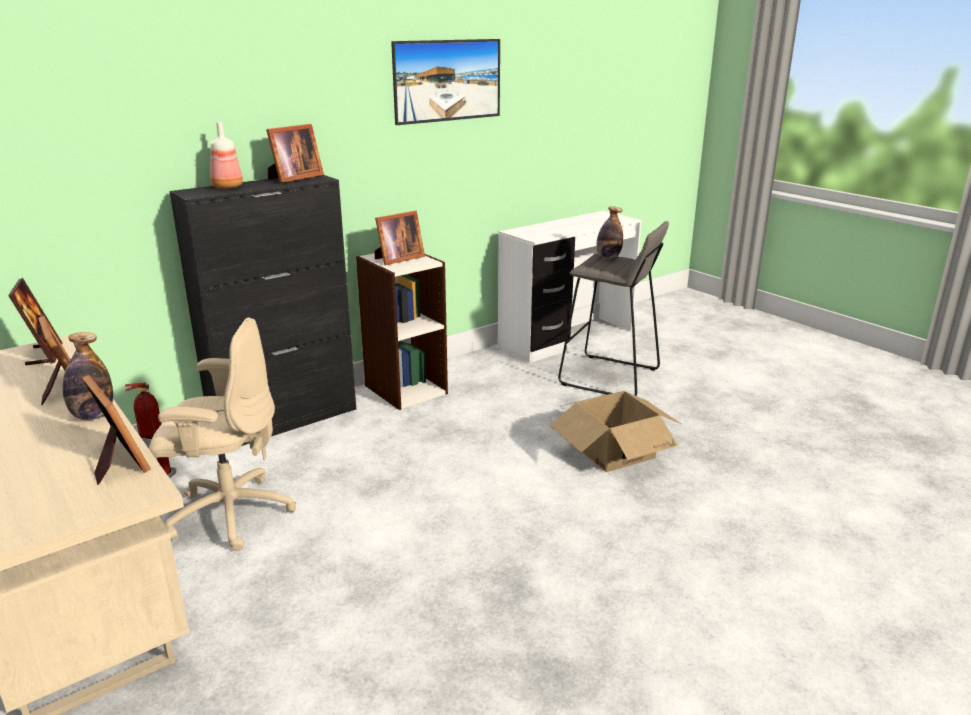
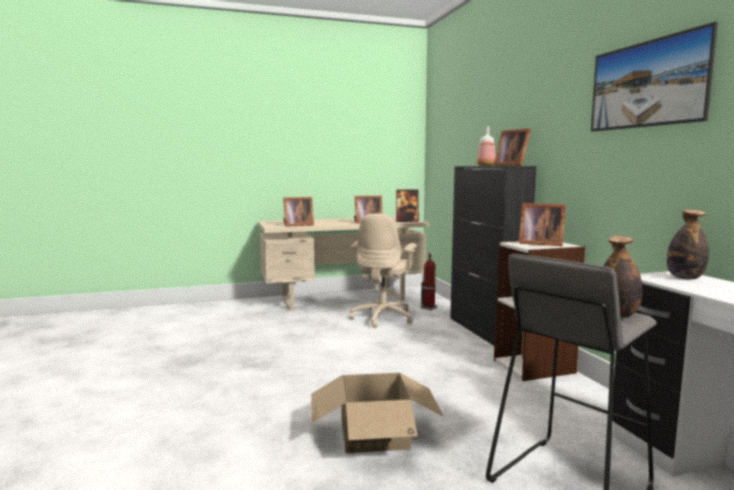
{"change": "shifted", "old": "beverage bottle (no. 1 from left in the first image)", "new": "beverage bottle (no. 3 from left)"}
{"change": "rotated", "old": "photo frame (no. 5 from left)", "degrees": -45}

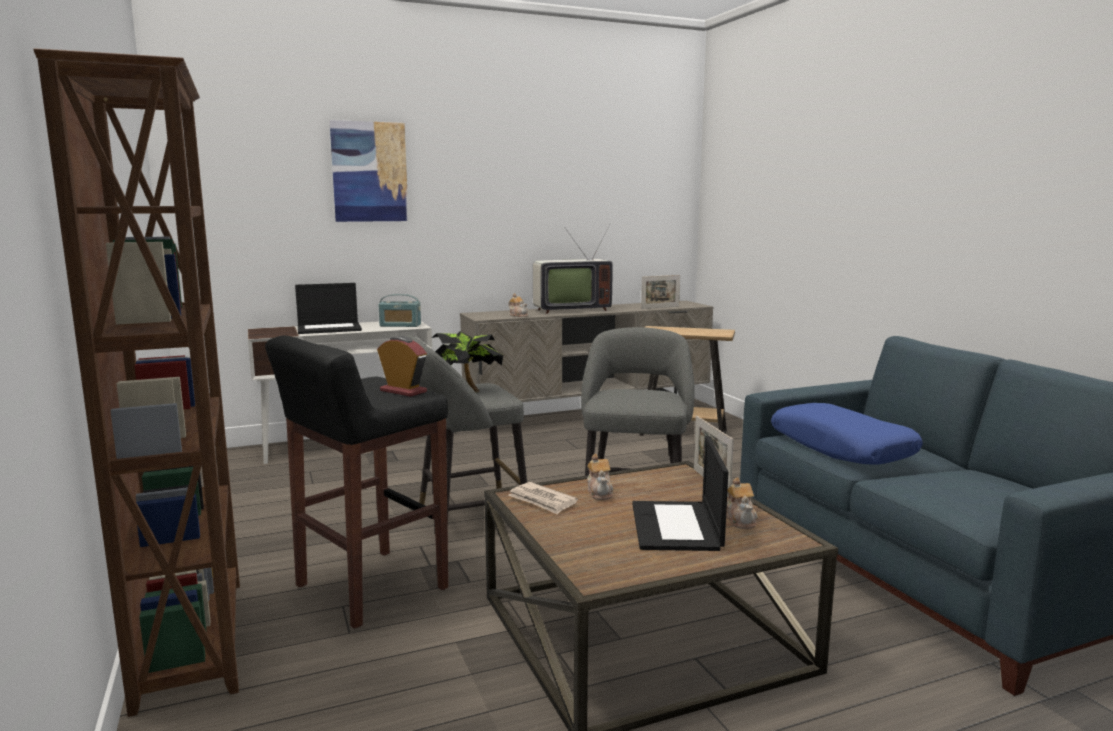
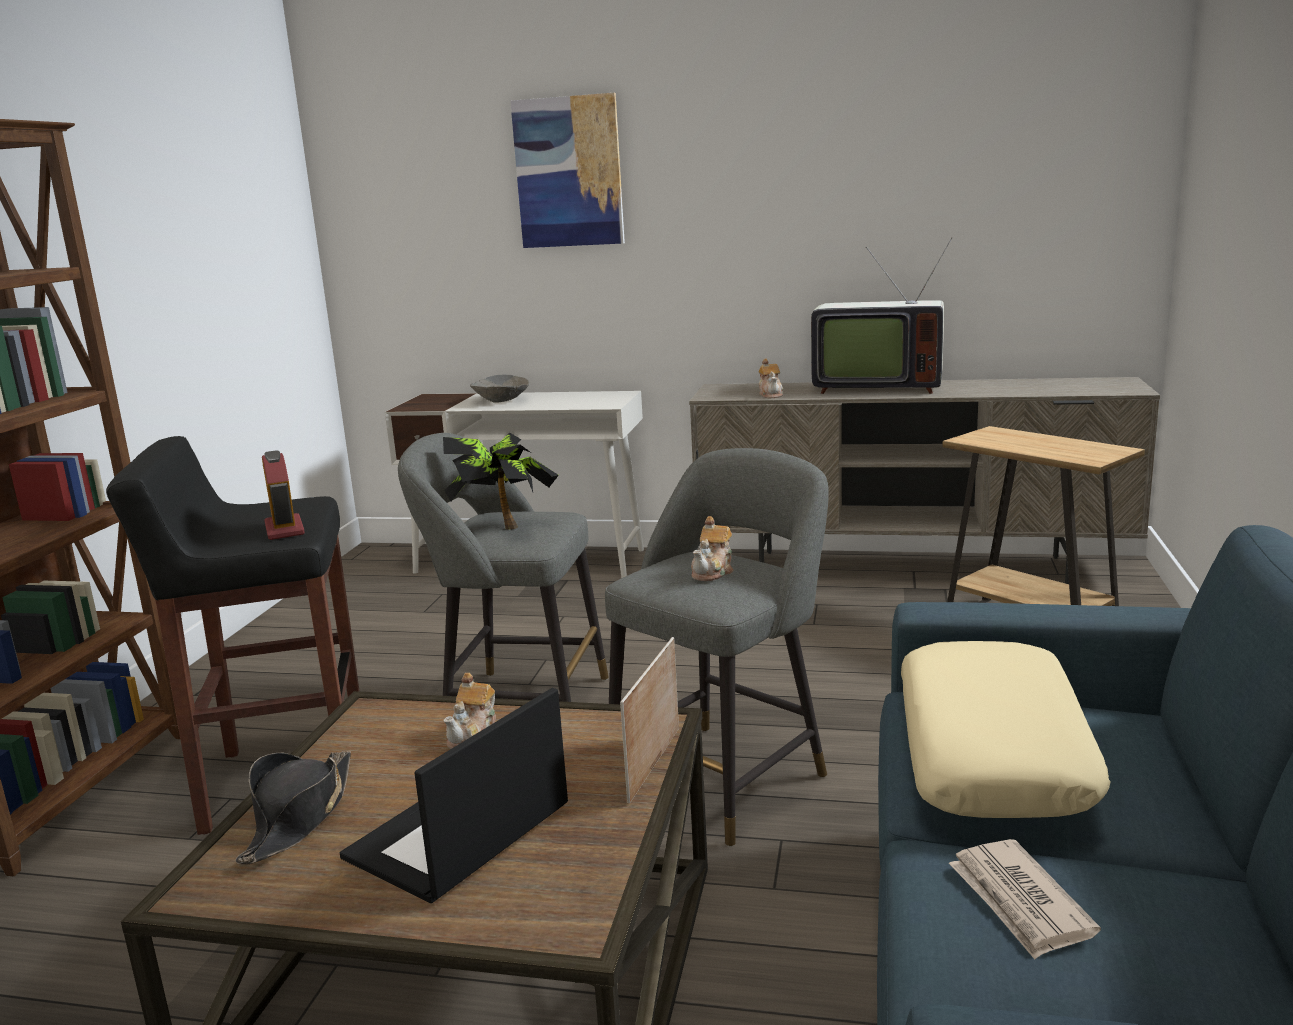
{"change": "swapped", "old": "portable computer (no. 1 from left)", "new": "bowl (gray)"}
{"change": "gone", "old": "radio set"}
{"change": "shifted", "old": "printed paper"}
{"change": "gone", "old": "photo frame (no. 1 from left)"}
{"change": "shifted", "old": "pot for tea (no. 3 from left in the first image)", "new": "pot for tea (no. 2 from left)"}
{"change": "repainted", "old": "throw pillow (blue)", "new": "throw pillow (beige-coloured)"}
{"change": "new", "new": "wearable hat (black-coloured)"}

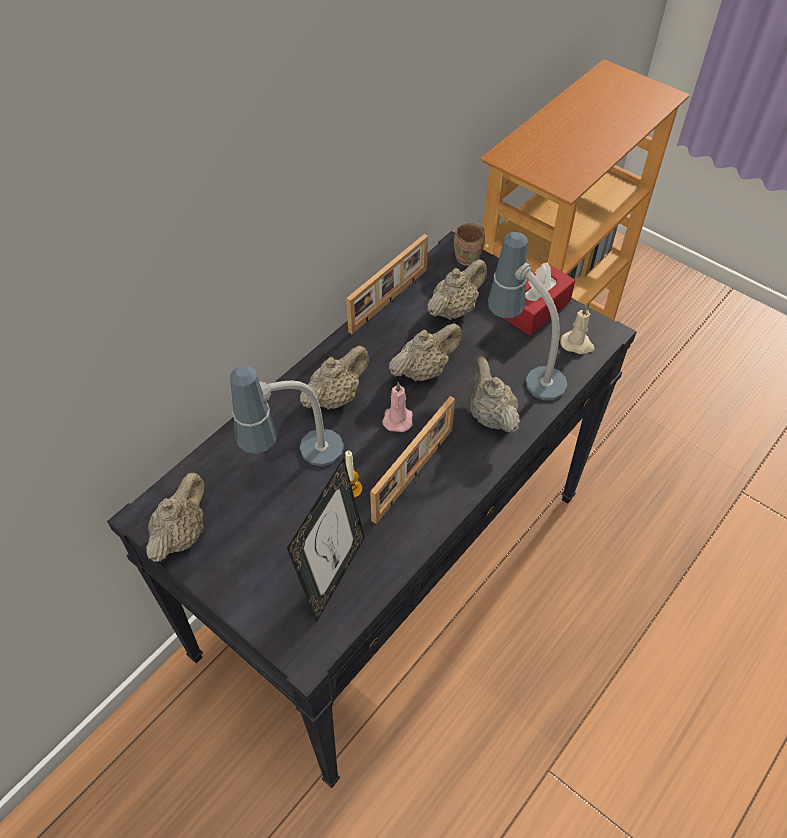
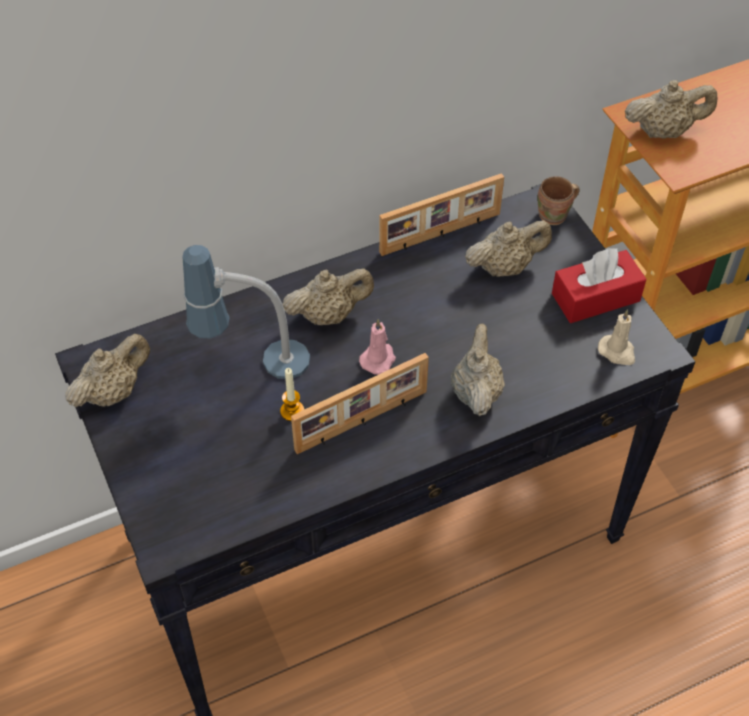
{"change": "gone", "old": "photo frame (no. 1 from left)"}
{"change": "shifted", "old": "pot for tea (beige-coloured) (no. 3 from left in the first image)", "new": "pot for tea (beige-coloured) (no. 5 from left)"}
{"change": "gone", "old": "table lamp (no. 2 from left)"}

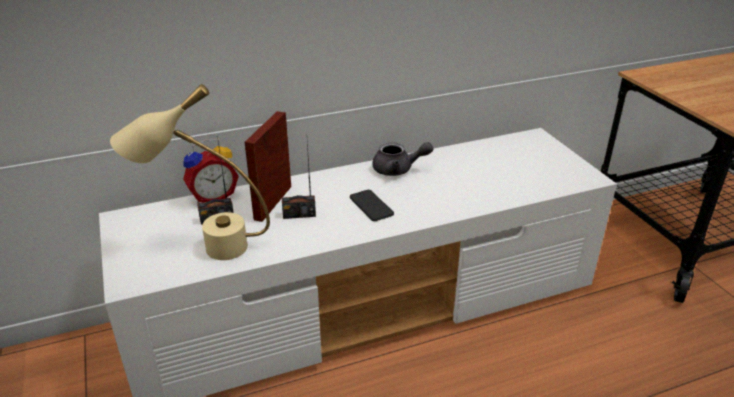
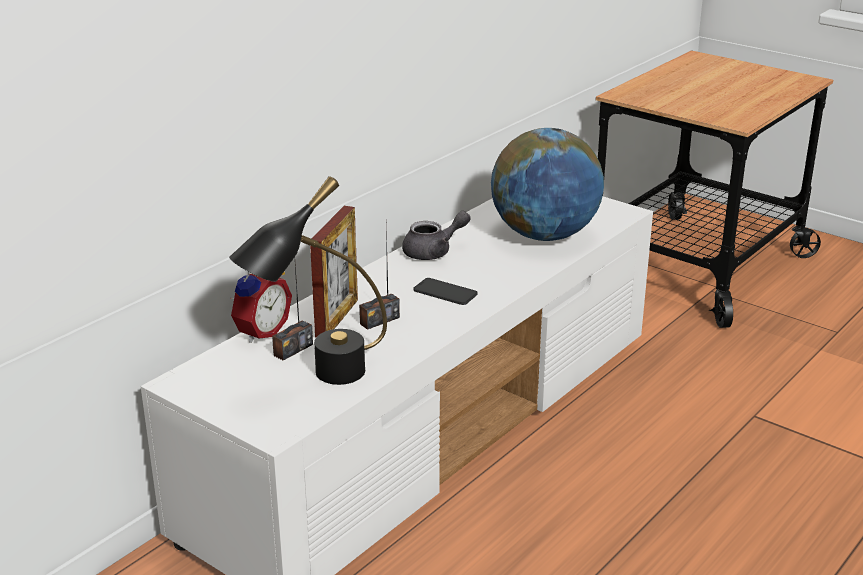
{"change": "repainted", "old": "table lamp (beige-coloured)", "new": "table lamp (black-coloured)"}
{"change": "rotated", "old": "photo frame", "degrees": -150}
{"change": "new", "new": "globe"}

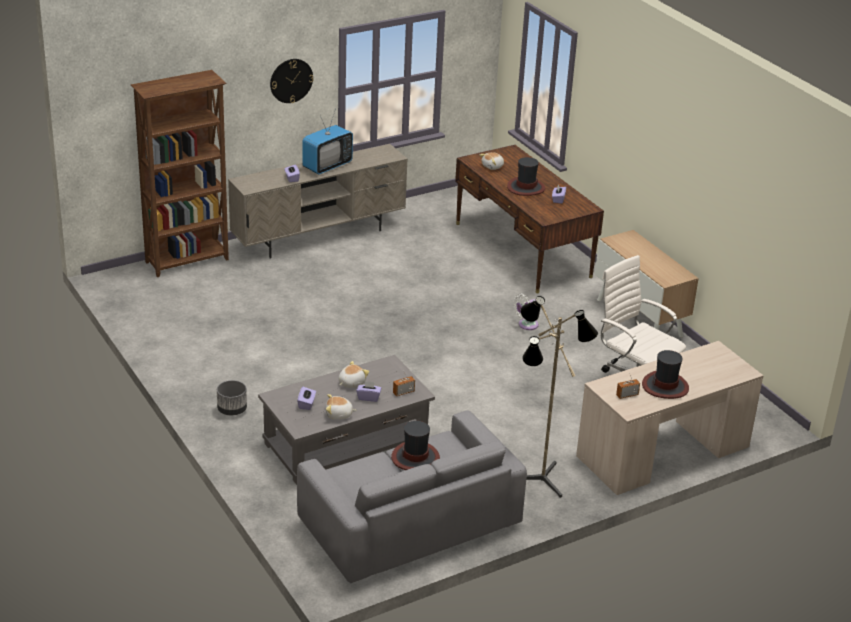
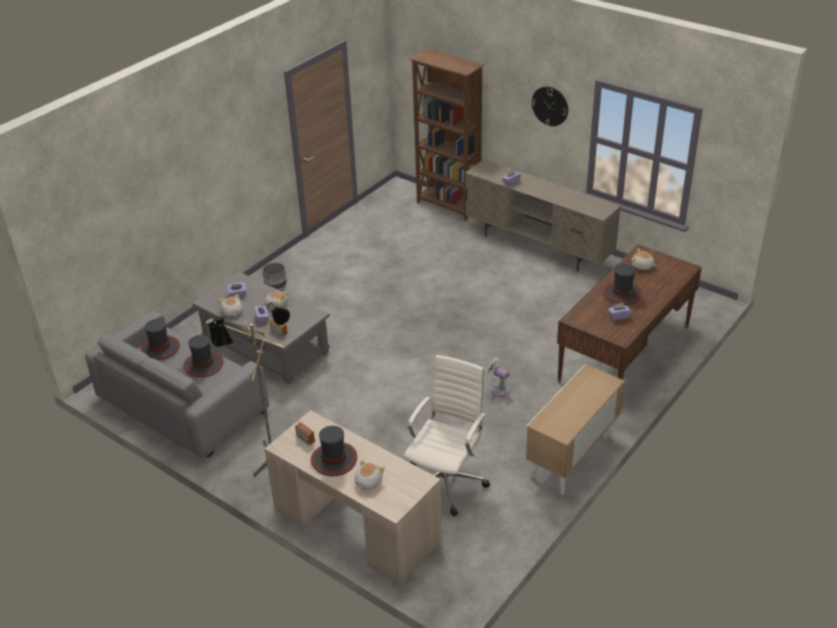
{"change": "gone", "old": "television"}
{"change": "new", "new": "wearable hat (no. 1 from left)"}
{"change": "new", "new": "cuddly toy (no. 3 from left)"}

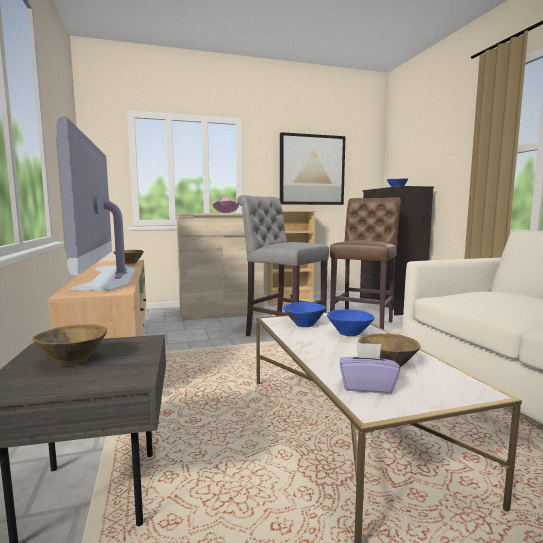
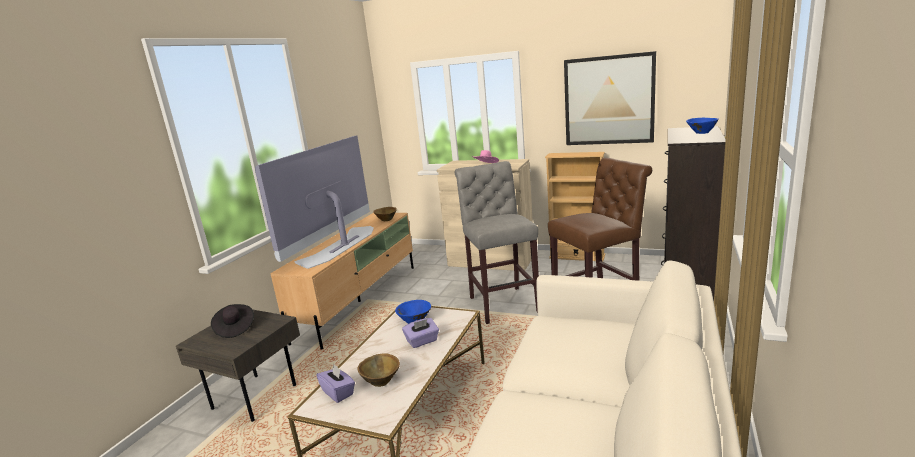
{"change": "swapped", "old": "bowl (brown-coloured) (no. 1 from left)", "new": "wearable hat (black-coloured)"}
{"change": "swapped", "old": "bowl (blue) (no. 2 from left)", "new": "tissue box (purplish) (no. 2 from left)"}

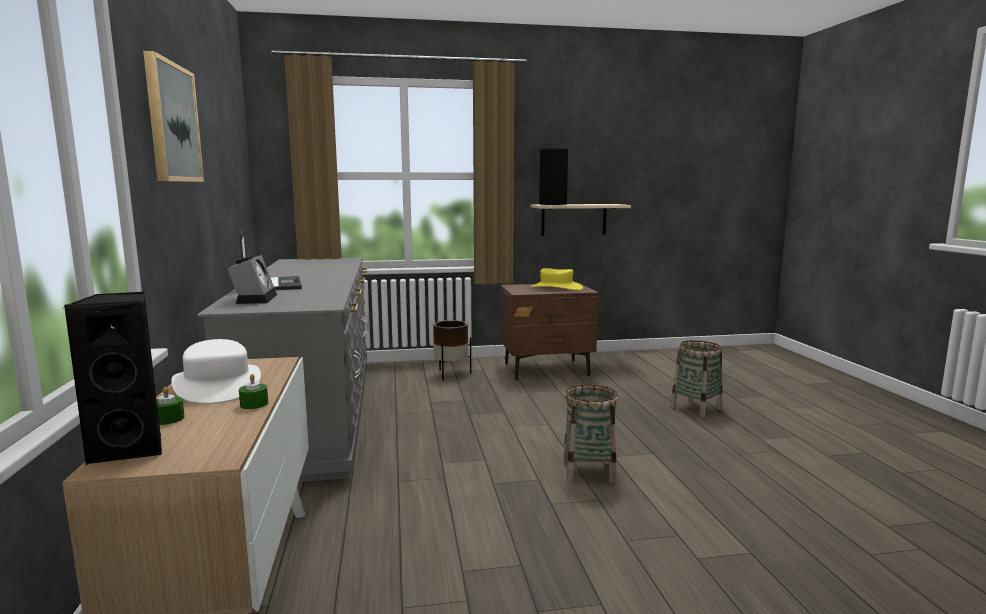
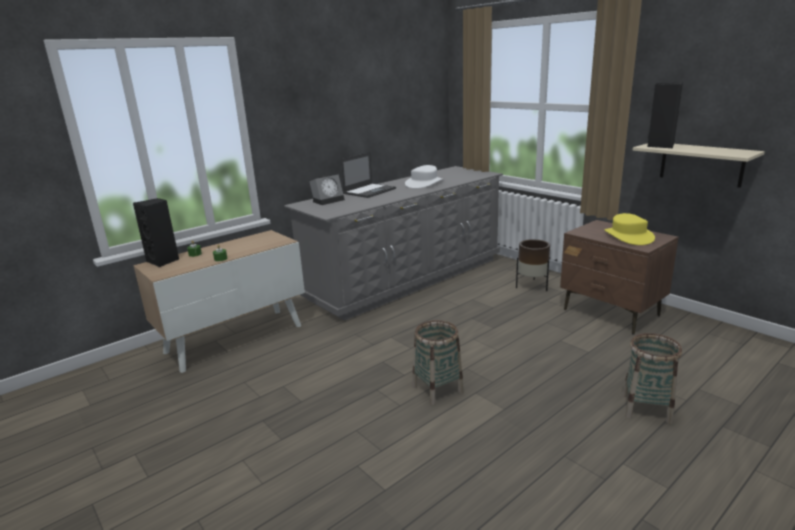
{"change": "gone", "old": "wall art"}
{"change": "shifted", "old": "wearable hat (whitish)"}

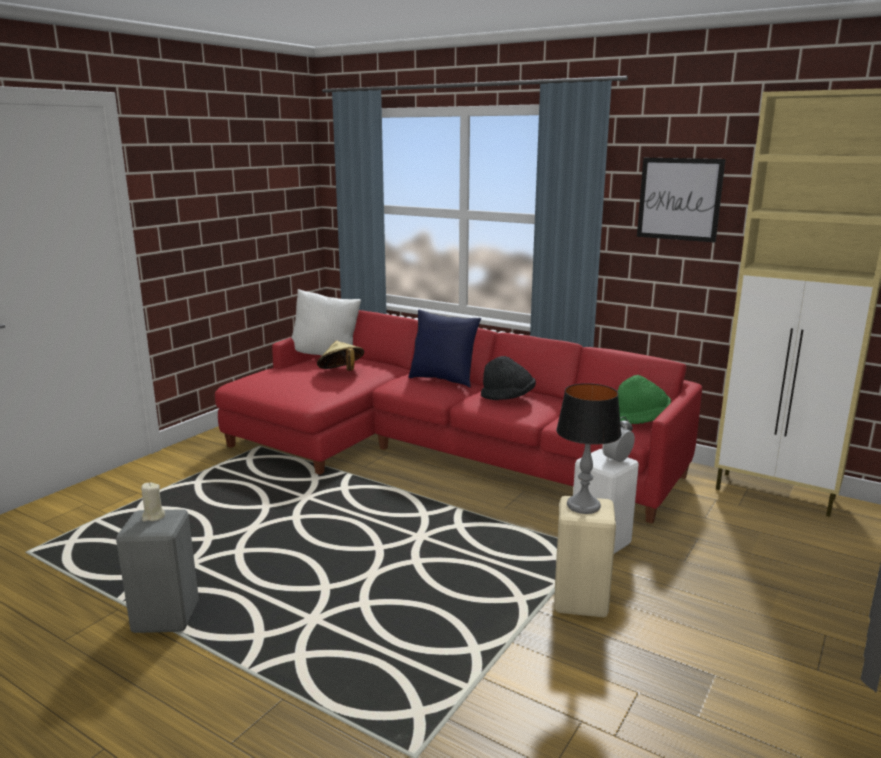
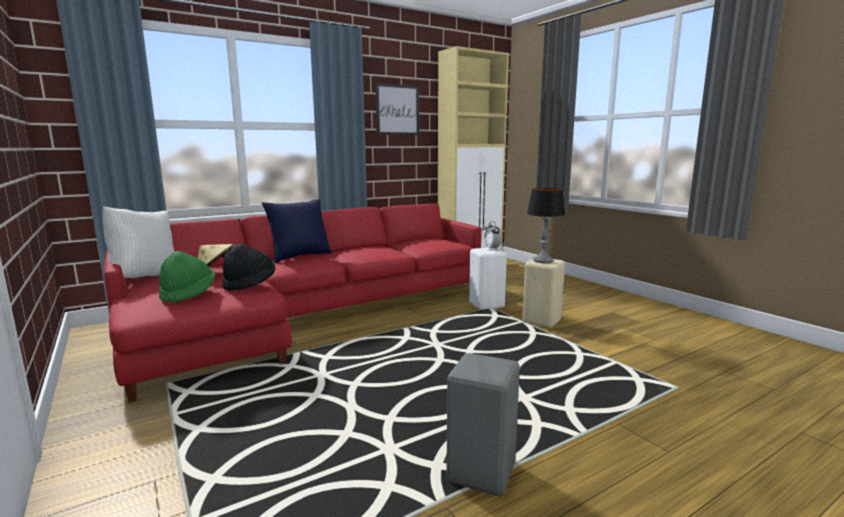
{"change": "gone", "old": "candle (beige-coloured)"}
{"change": "shifted", "old": "wearable hat (black-coloured)"}
{"change": "shifted", "old": "wearable hat (green)"}

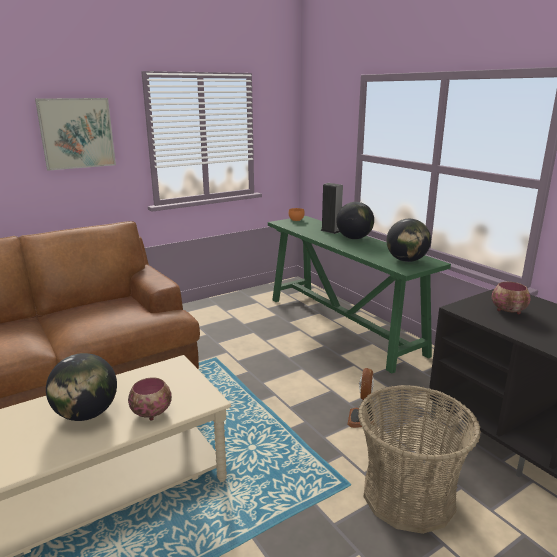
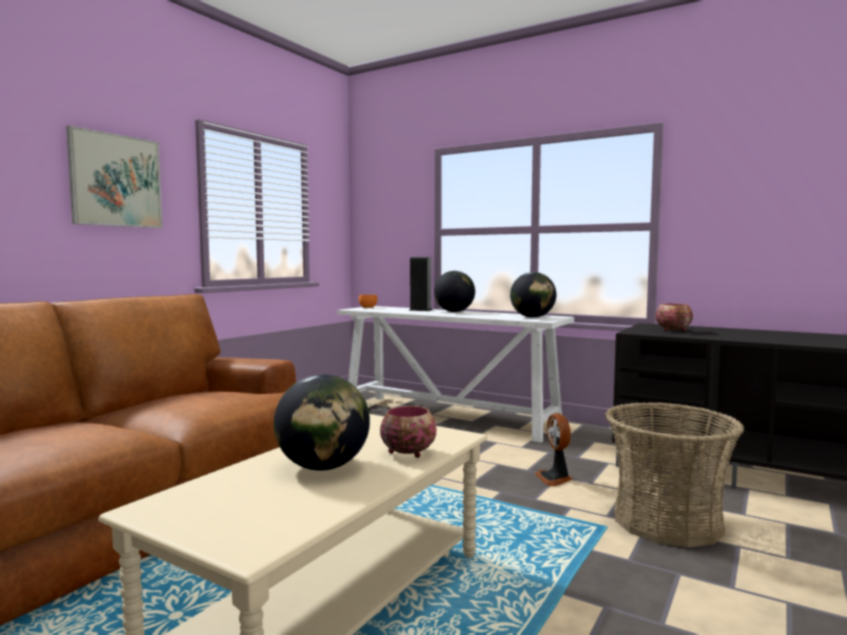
{"change": "repainted", "old": "narrow table (green)", "new": "narrow table (whitish)"}

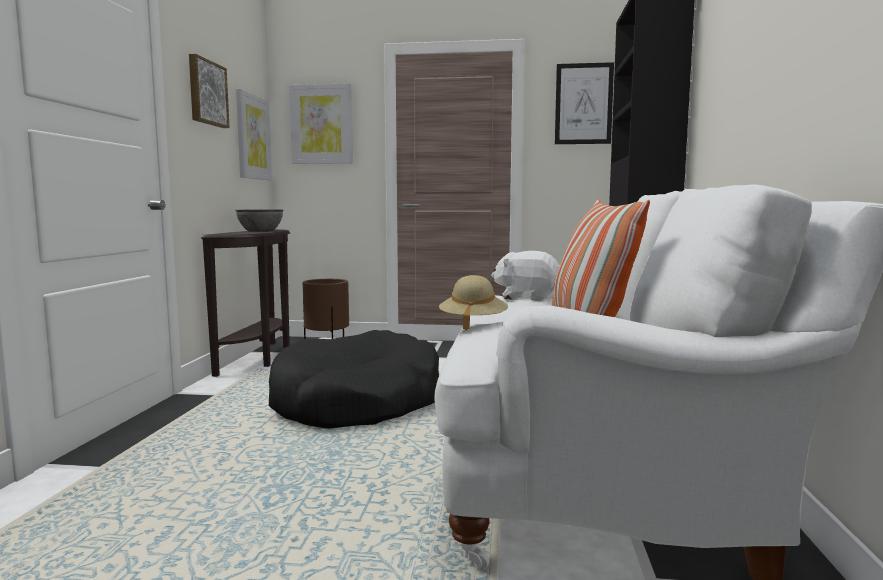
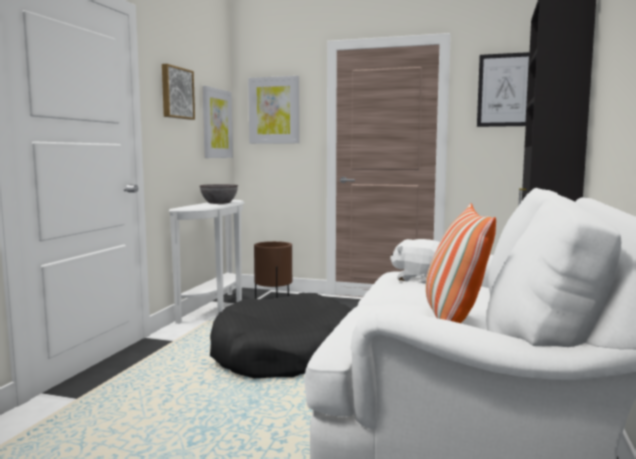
{"change": "repainted", "old": "narrow table (brown-coloured)", "new": "narrow table (whitish)"}
{"change": "gone", "old": "wearable hat (beige-coloured)"}

